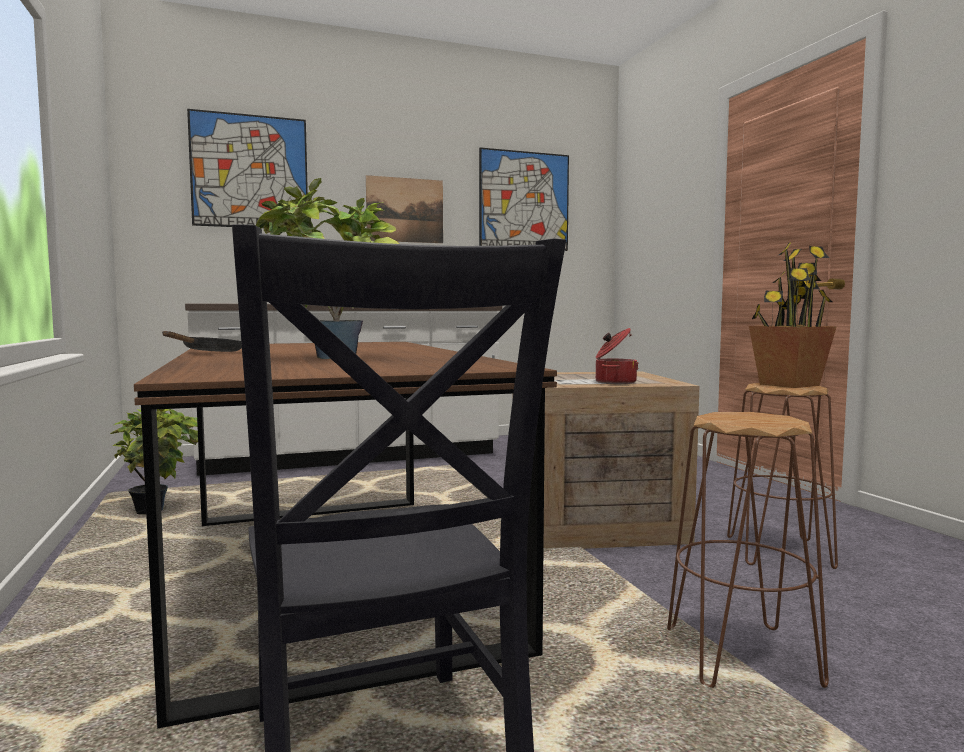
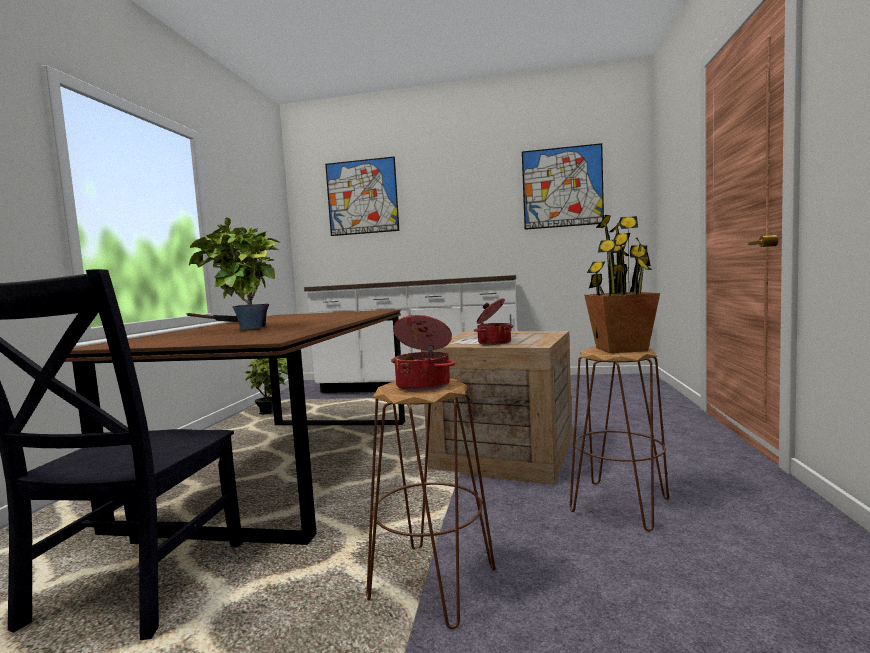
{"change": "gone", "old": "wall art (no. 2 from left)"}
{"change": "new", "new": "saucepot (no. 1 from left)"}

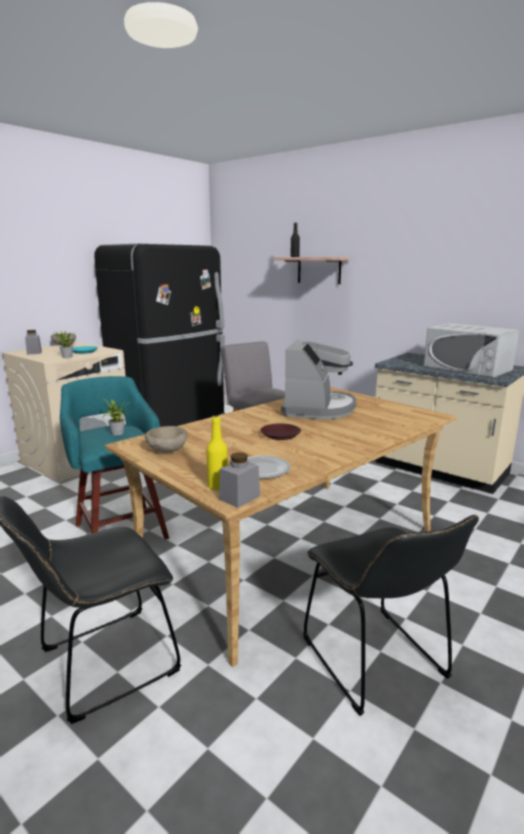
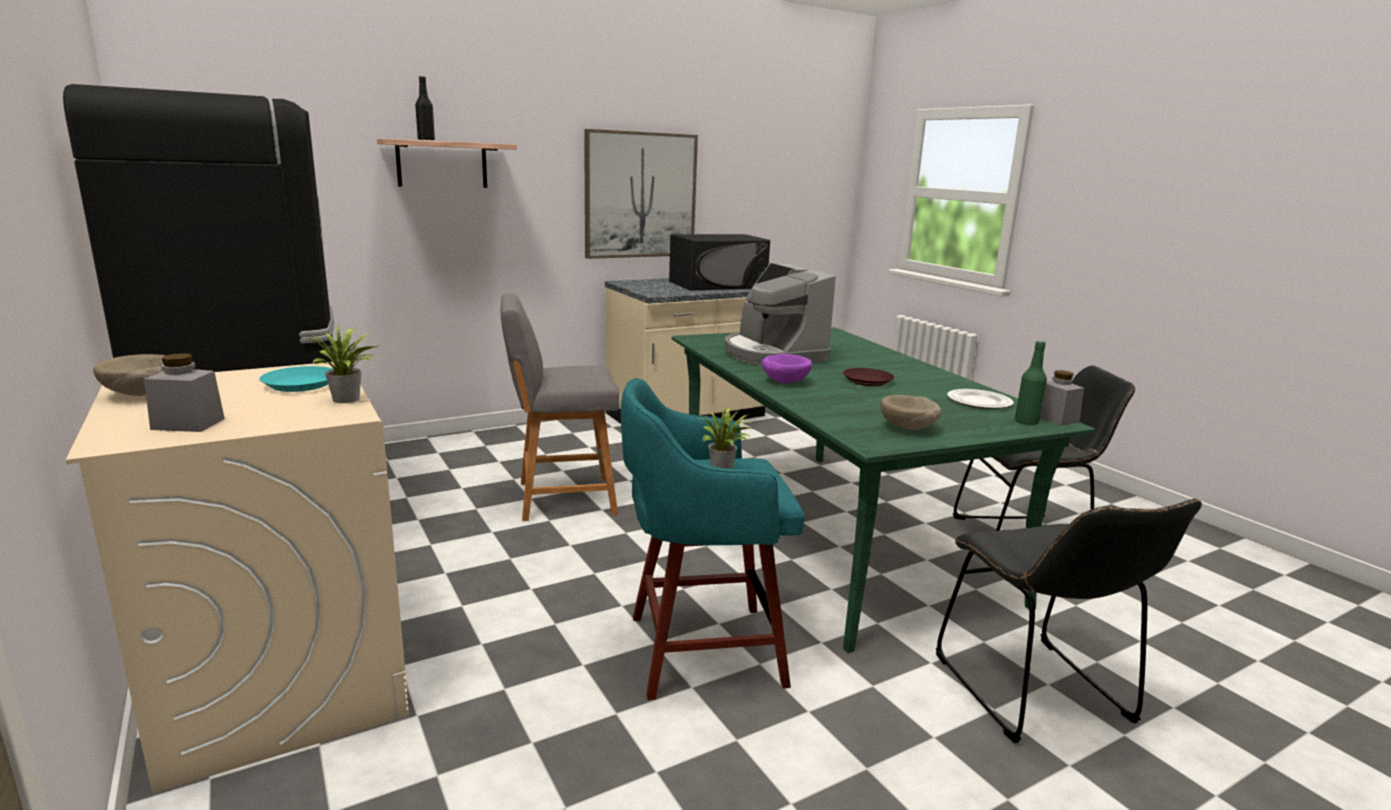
{"change": "repainted", "old": "dinner table (beige-coloured)", "new": "dinner table (green)"}
{"change": "repainted", "old": "beverage bottle (yellow-coloured)", "new": "beverage bottle (green)"}
{"change": "rotated", "old": "coffee brewer", "degrees": -150}
{"change": "repainted", "old": "kitchen microwave (whitish)", "new": "kitchen microwave (black-coloured)"}
{"change": "new", "new": "wall art"}
{"change": "new", "new": "bowl (purplish)"}

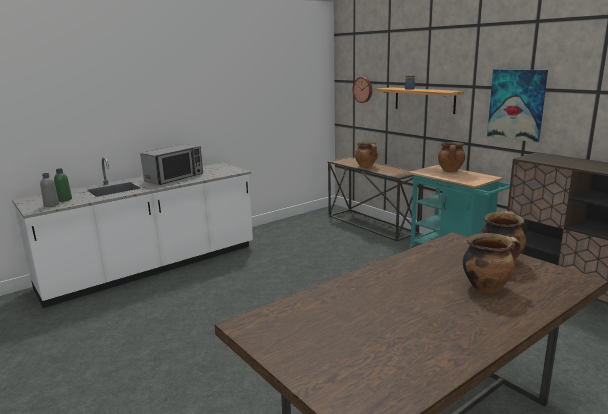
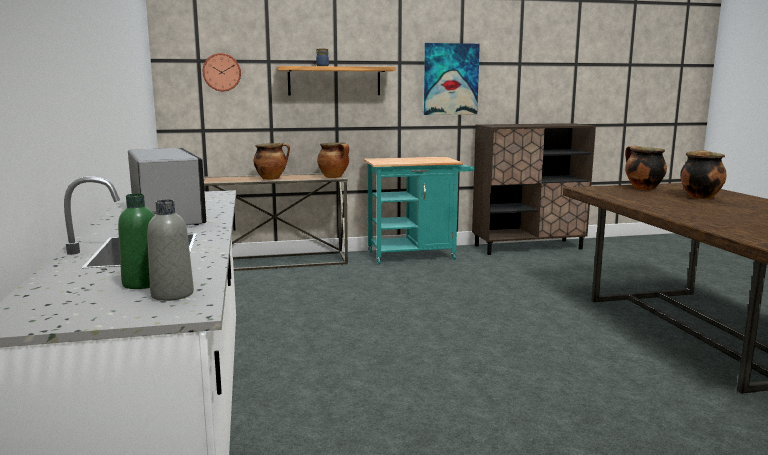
{"change": "shifted", "old": "saucepot (no. 2 from left)"}

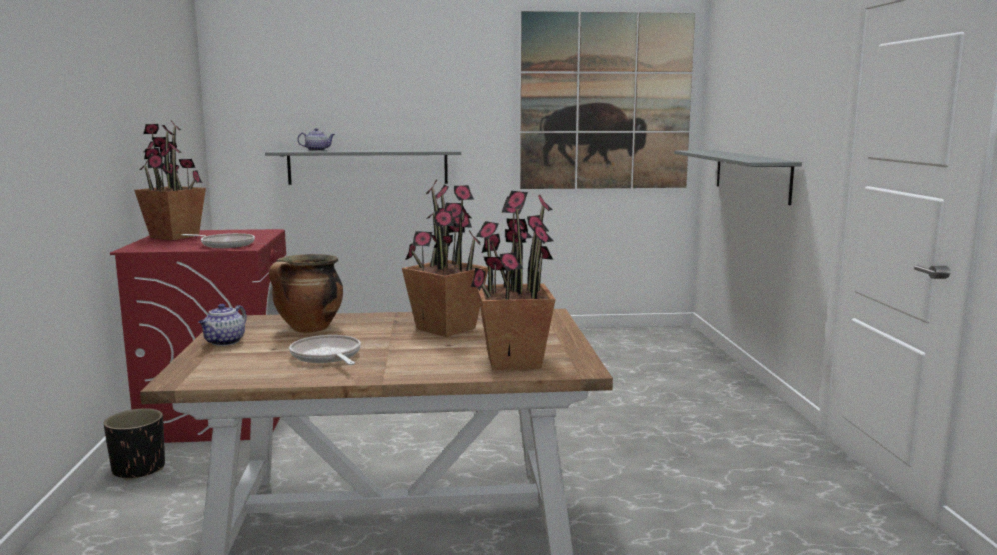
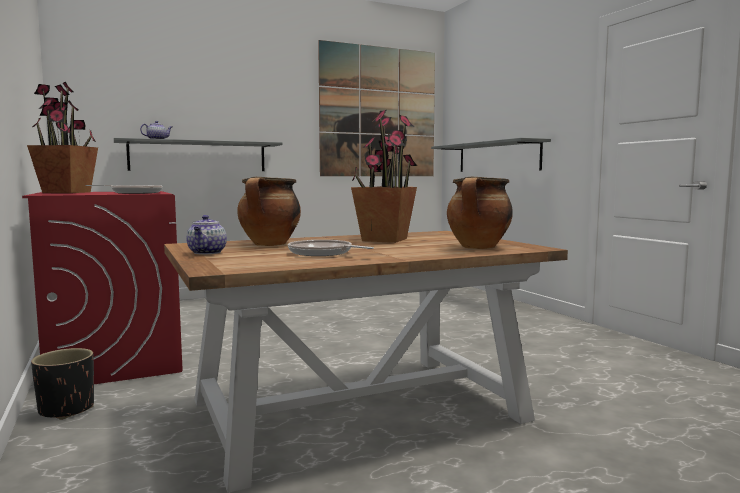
{"change": "swapped", "old": "houseplant (no. 3 from left)", "new": "saucepot (no. 2 from left)"}

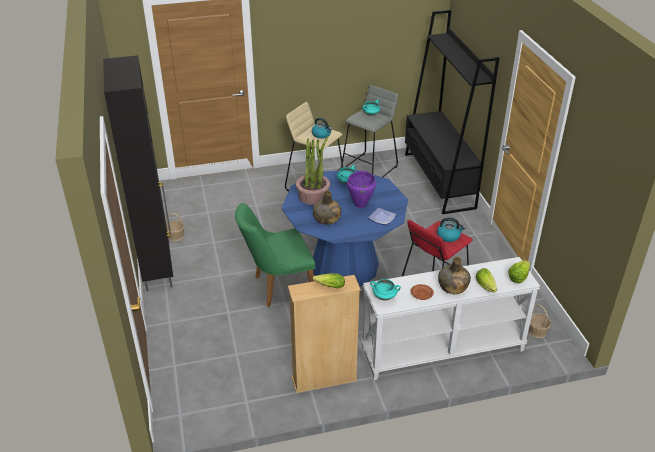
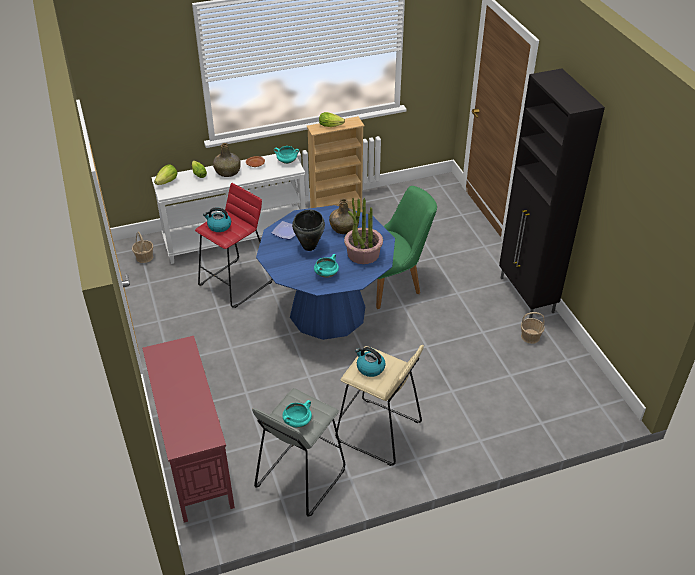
{"change": "repainted", "old": "saucepot (purplish)", "new": "saucepot (black-coloured)"}
{"change": "swapped", "old": "shelving unit (black-coloured)", "new": "narrow table (red)"}

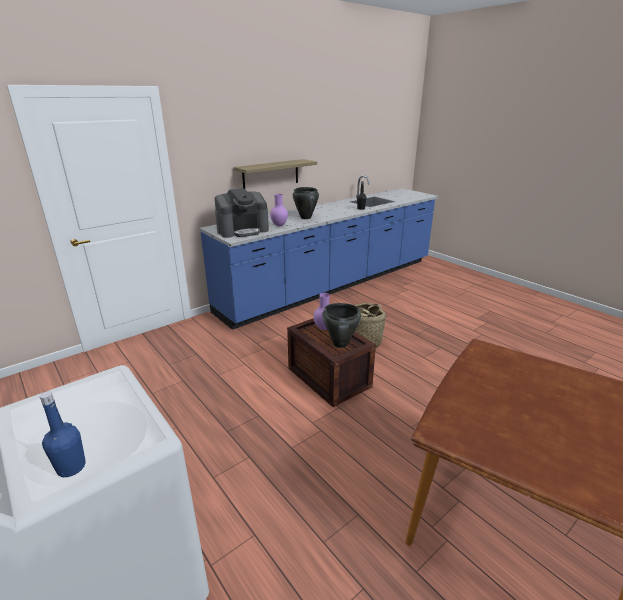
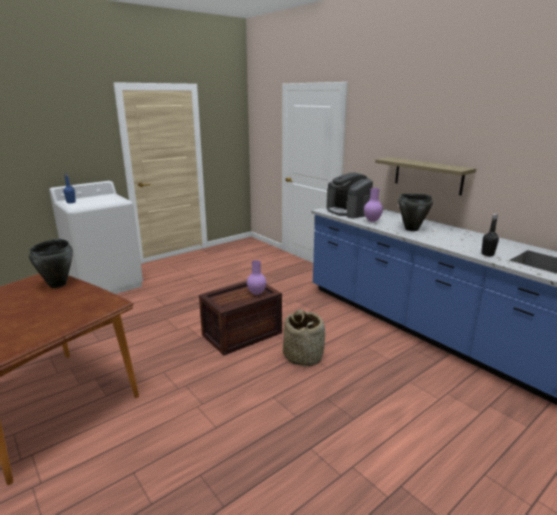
{"change": "shifted", "old": "saucepot (black-coloured) (no. 2 from left in the first image)", "new": "saucepot (black-coloured) (no. 1 from left)"}

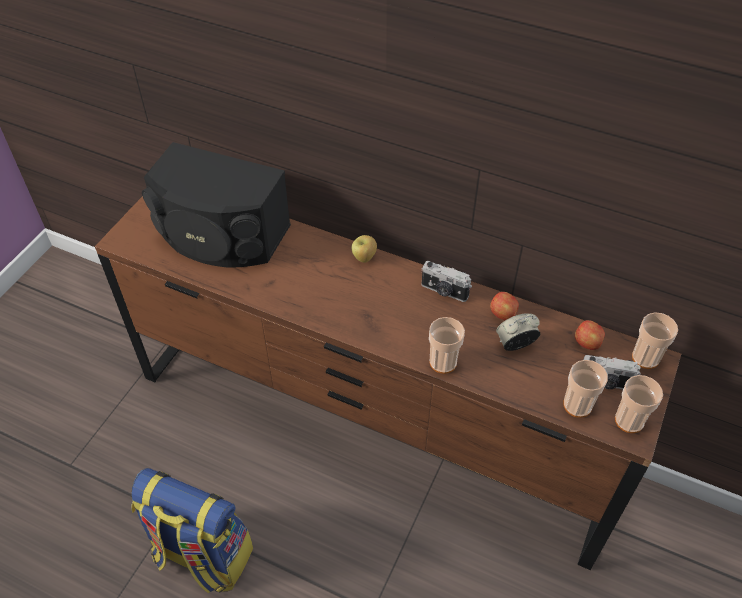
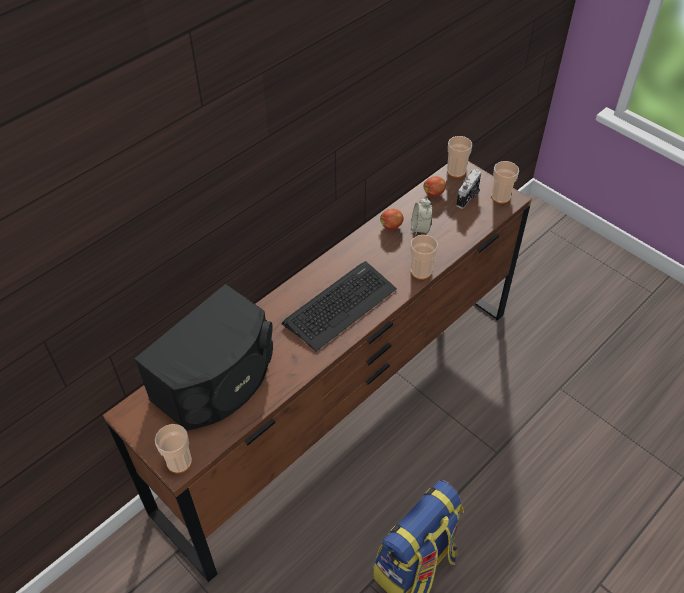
{"change": "gone", "old": "apple (no. 1 from left)"}
{"change": "gone", "old": "photo camera (no. 1 from left)"}
{"change": "shifted", "old": "cup (no. 2 from left in the first image)", "new": "cup (no. 1 from left)"}
{"change": "new", "new": "PC keyboard"}

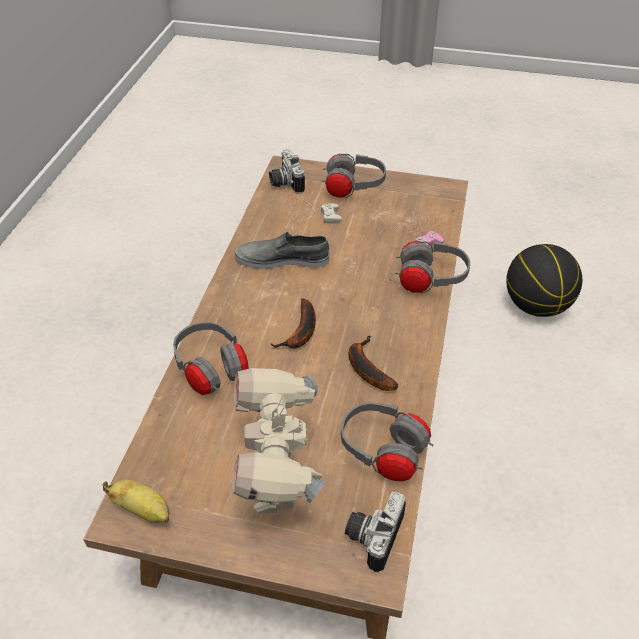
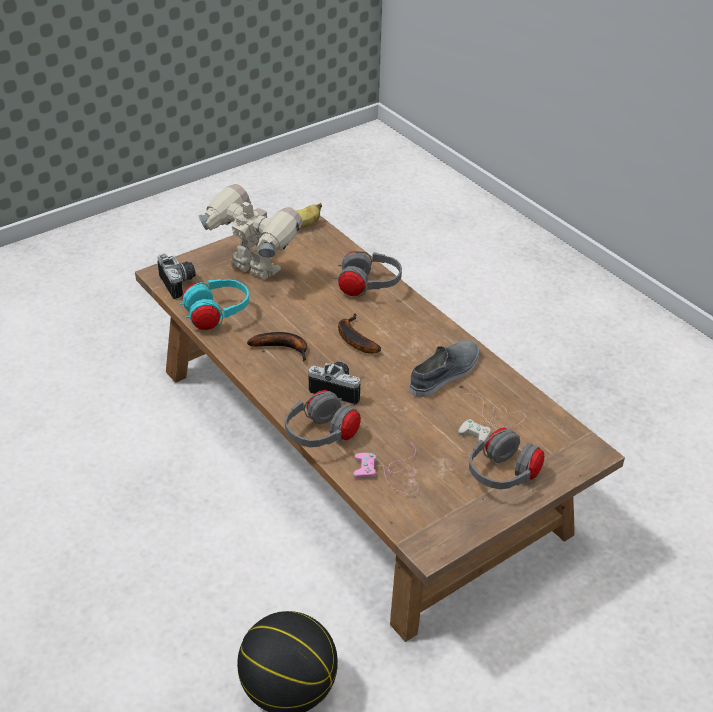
{"change": "shifted", "old": "photo camera (no. 1 from left in the first image)", "new": "photo camera (no. 2 from left)"}
{"change": "repainted", "old": "headset (gray) (no. 3 from left)", "new": "headset (turquoise-coloured)"}

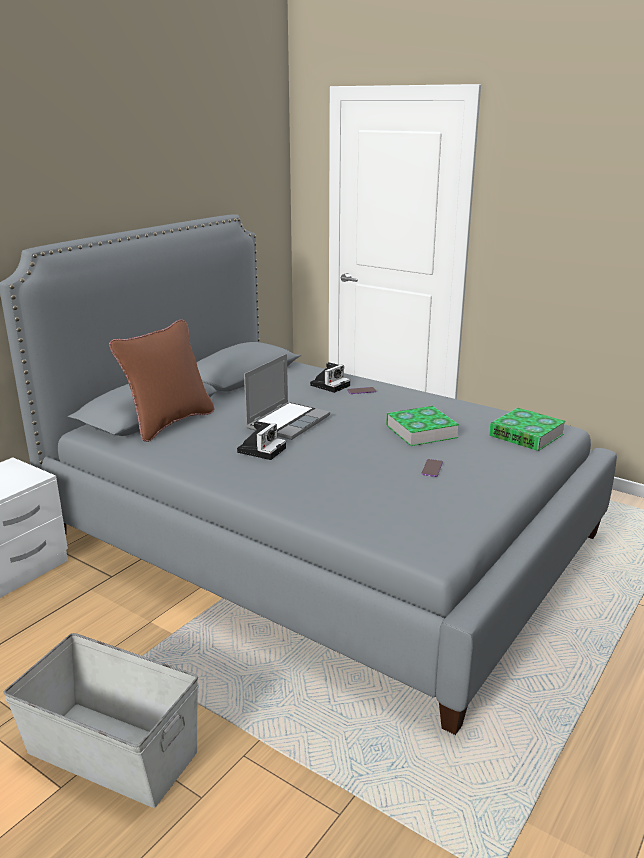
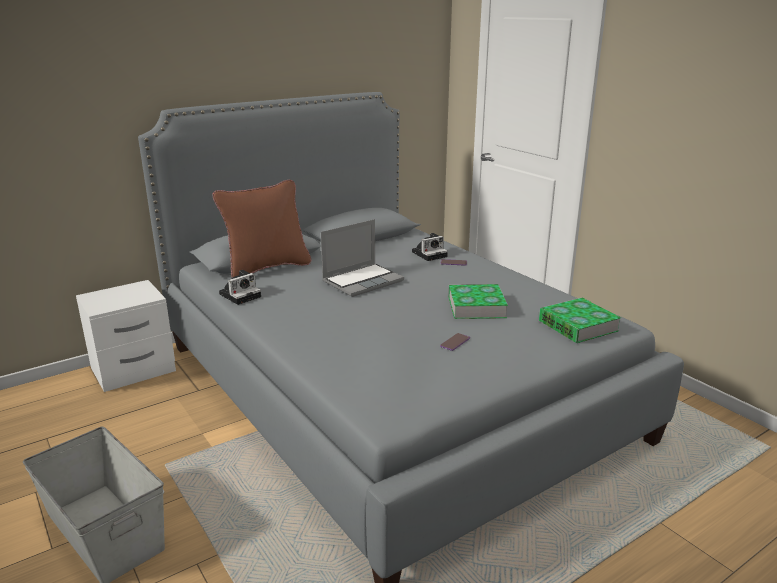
{"change": "shifted", "old": "photo camera (no. 1 from left)"}

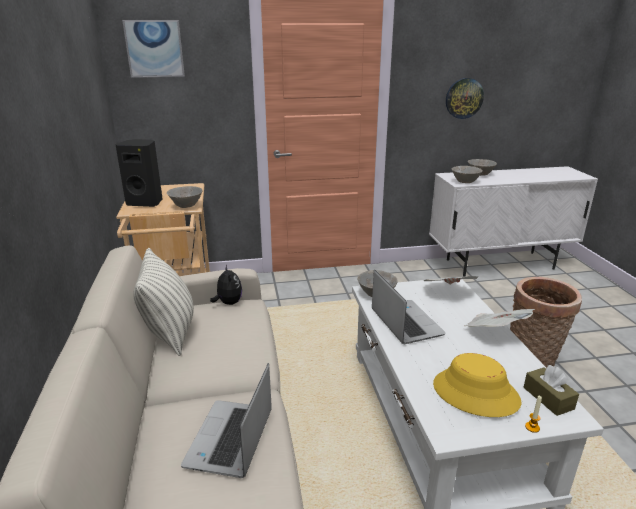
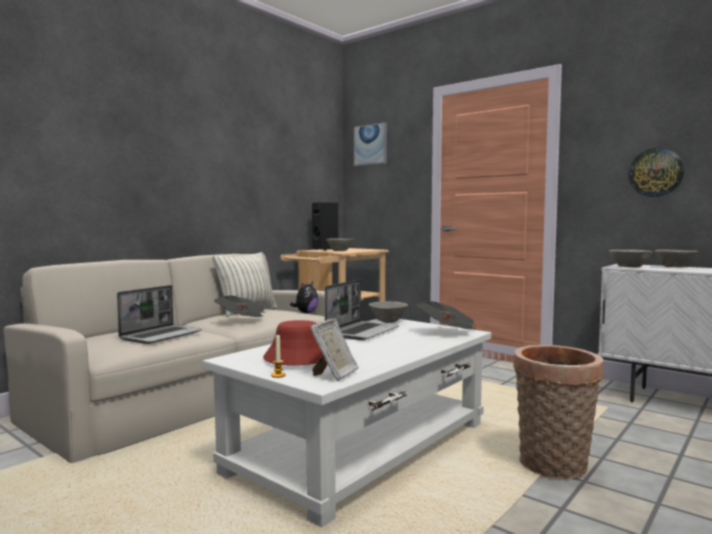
{"change": "rotated", "old": "portable computer (no. 1 from left)", "degrees": 150}
{"change": "repainted", "old": "wearable hat (yellow-coloured)", "new": "wearable hat (red)"}
{"change": "shifted", "old": "printed paper (no. 2 from left in the first image)", "new": "printed paper (no. 1 from left)"}
{"change": "swapped", "old": "tissue box (brown-coloured)", "new": "photo frame"}

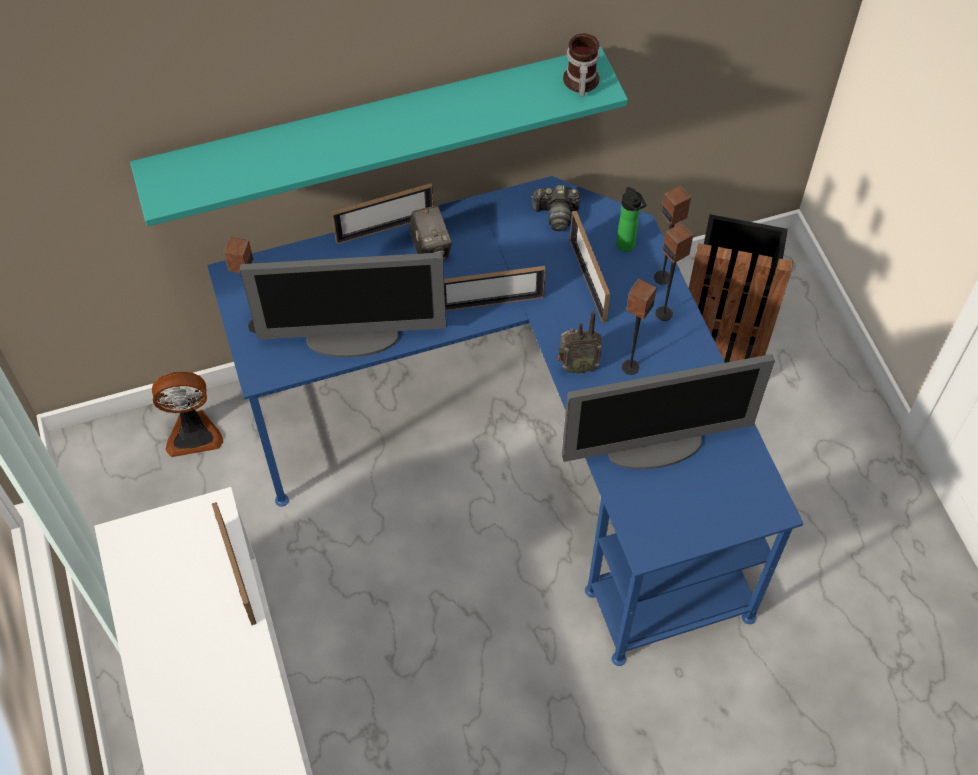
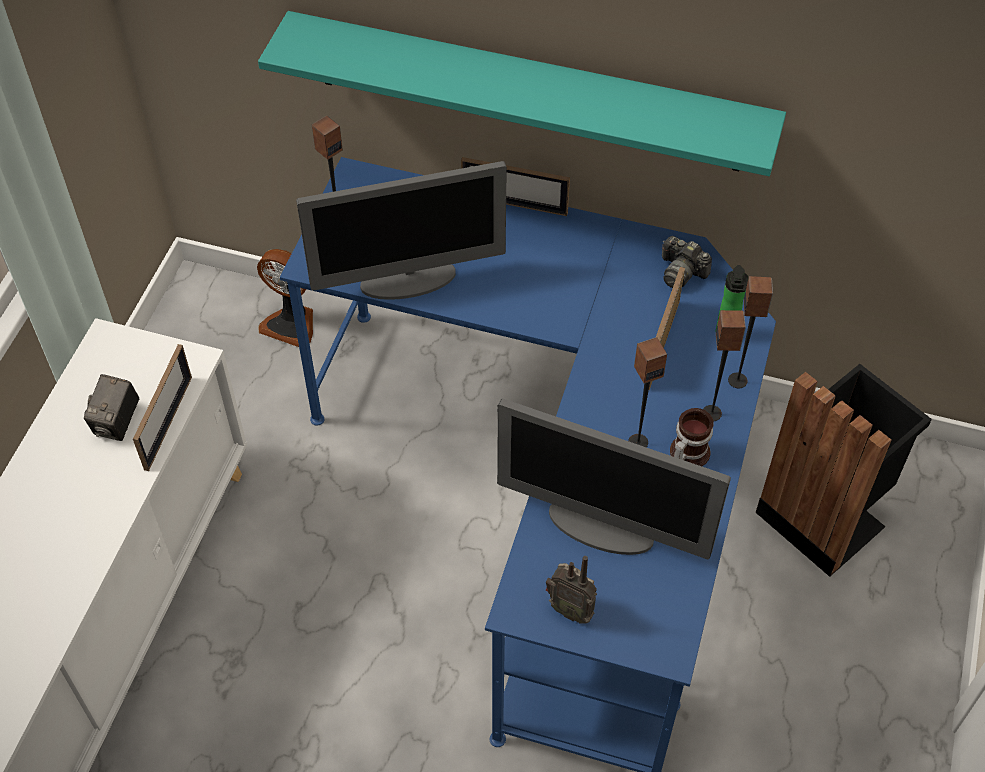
{"change": "rotated", "old": "computer display (no. 1 from left)", "degrees": -45}
{"change": "shifted", "old": "photo camera (no. 1 from left)"}
{"change": "gone", "old": "photo frame (no. 3 from left)"}
{"change": "shifted", "old": "radio set"}
{"change": "shifted", "old": "mug"}

